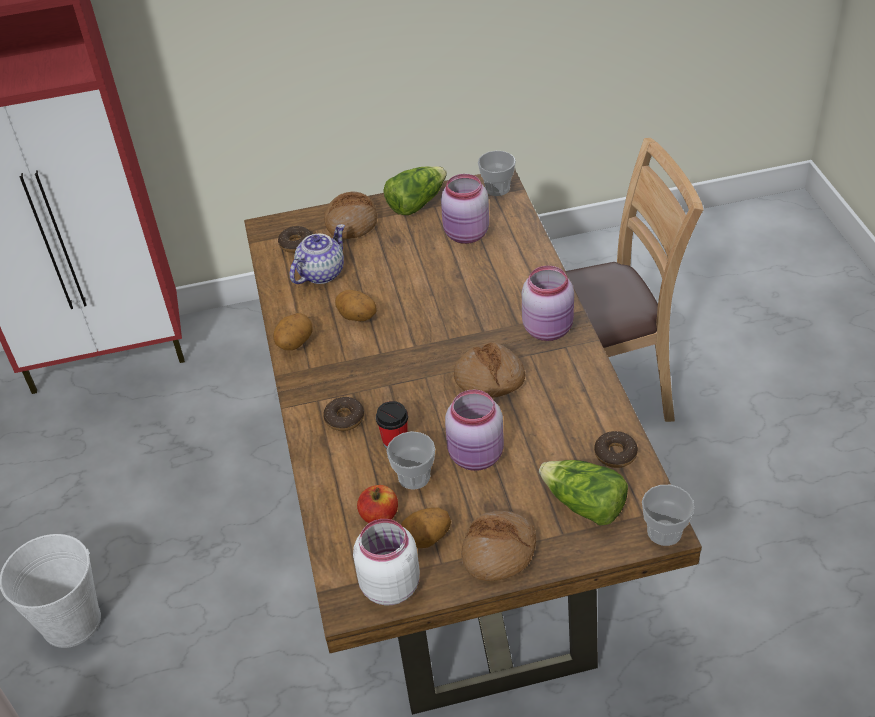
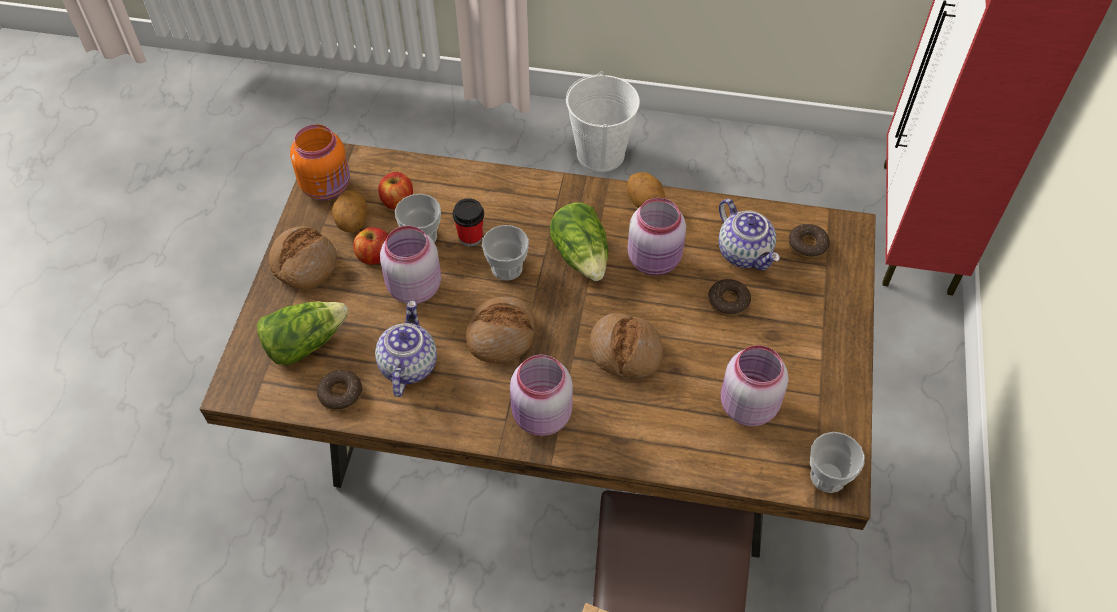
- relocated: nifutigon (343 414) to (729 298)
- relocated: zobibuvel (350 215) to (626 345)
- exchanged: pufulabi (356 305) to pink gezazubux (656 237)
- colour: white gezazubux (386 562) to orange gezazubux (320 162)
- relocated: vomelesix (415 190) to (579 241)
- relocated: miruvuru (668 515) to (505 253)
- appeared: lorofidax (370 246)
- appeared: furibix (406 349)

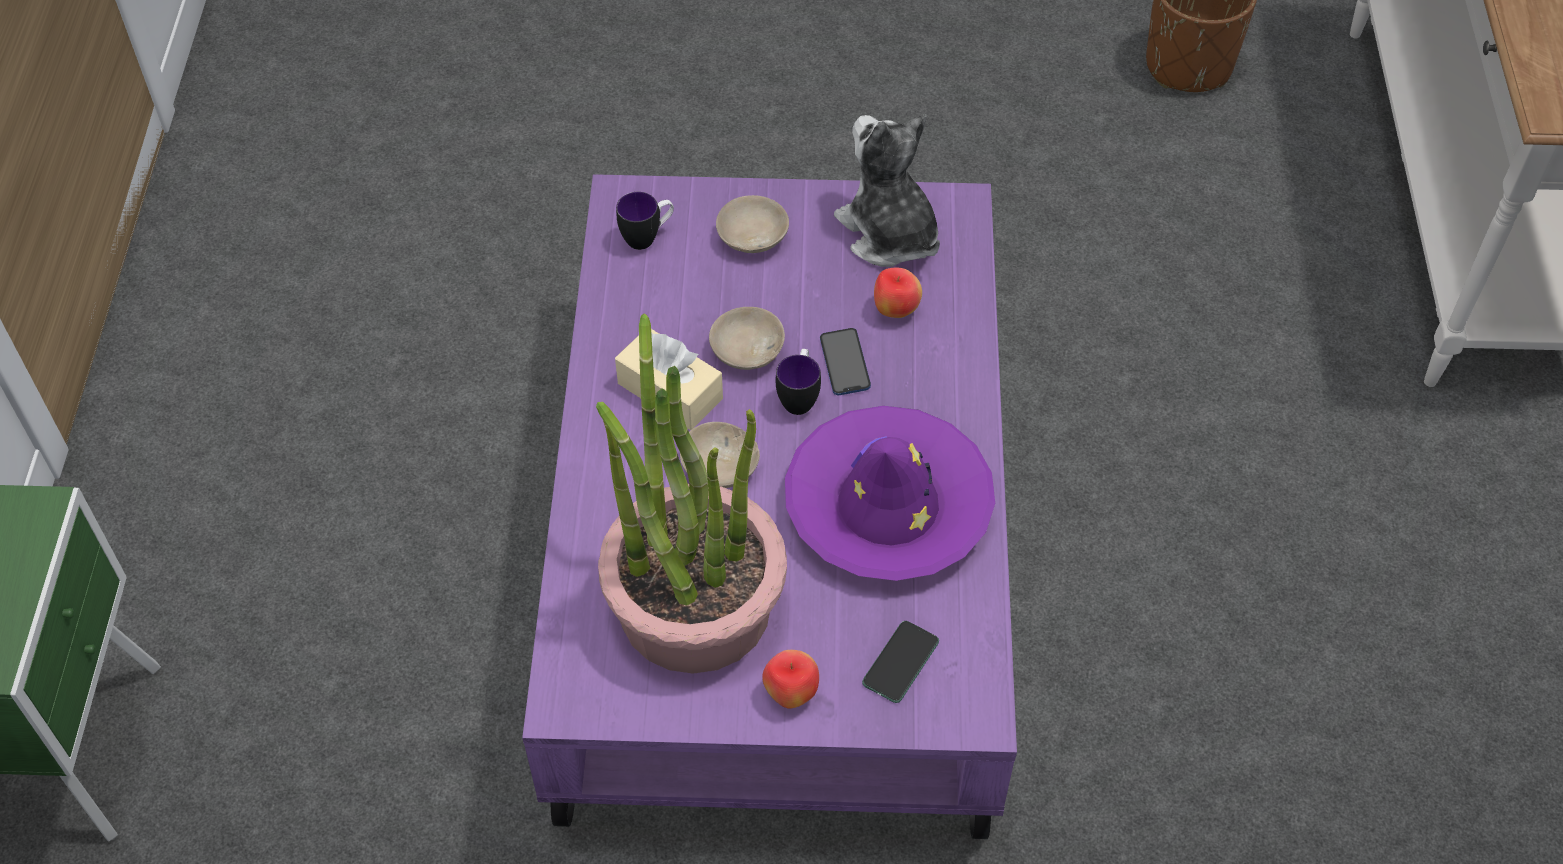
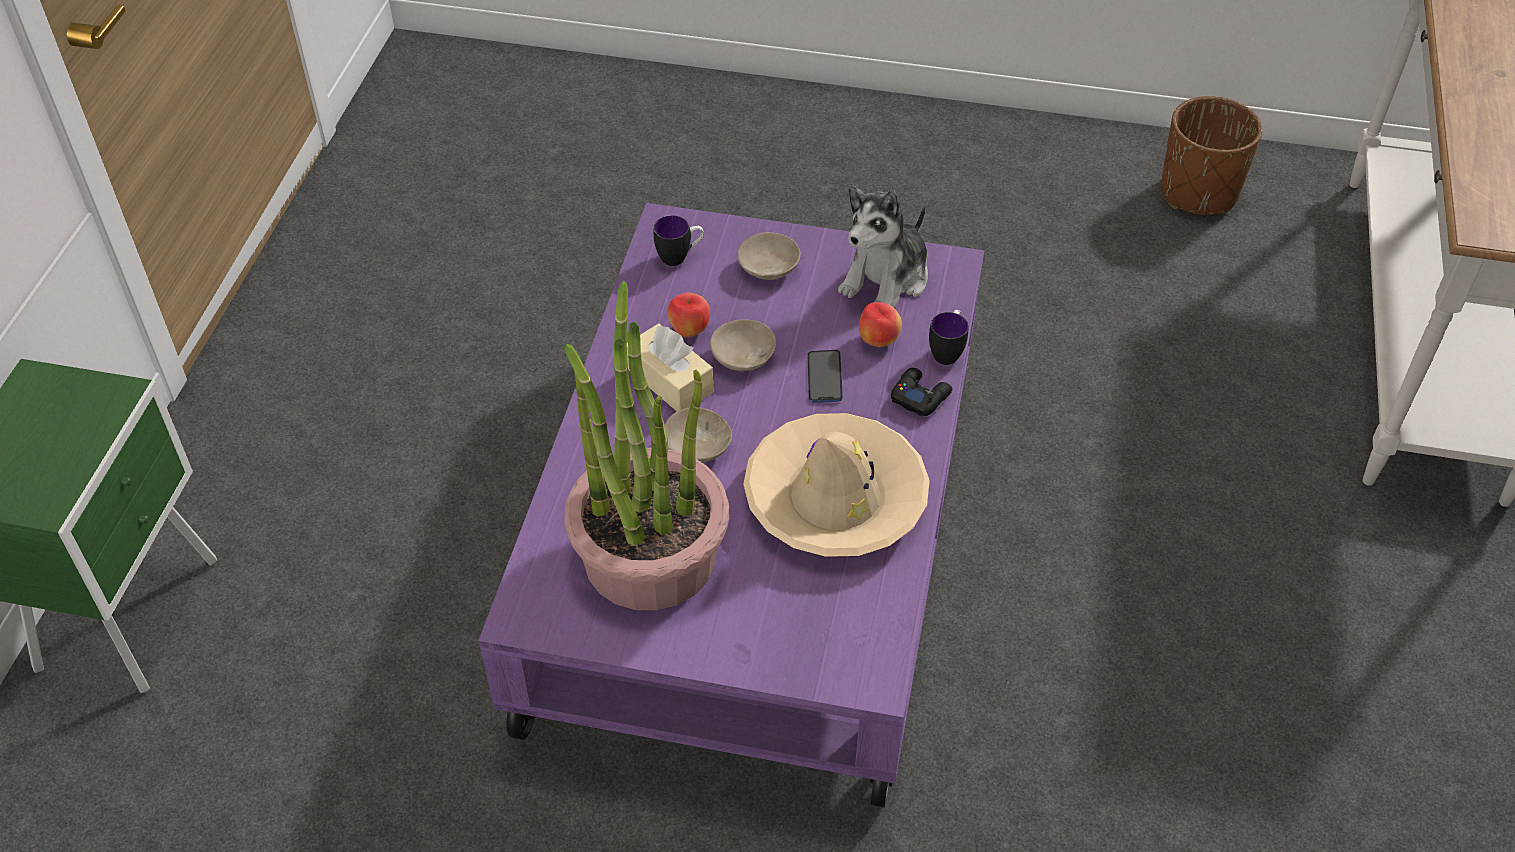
- relocated: lorofidax (790 679) to (689 315)
- relocated: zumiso (798 382) to (949 337)
- colour: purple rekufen (890 493) to beige rekufen (836 485)
- spun: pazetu (887 190) = (883 246) 120 degrees counterclockwise
- missing: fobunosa (900 662)
- appeared: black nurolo (921 392)

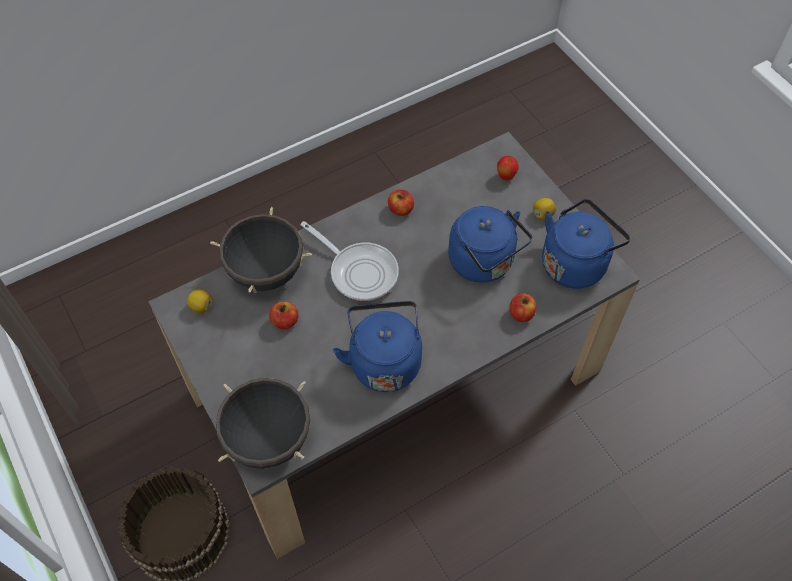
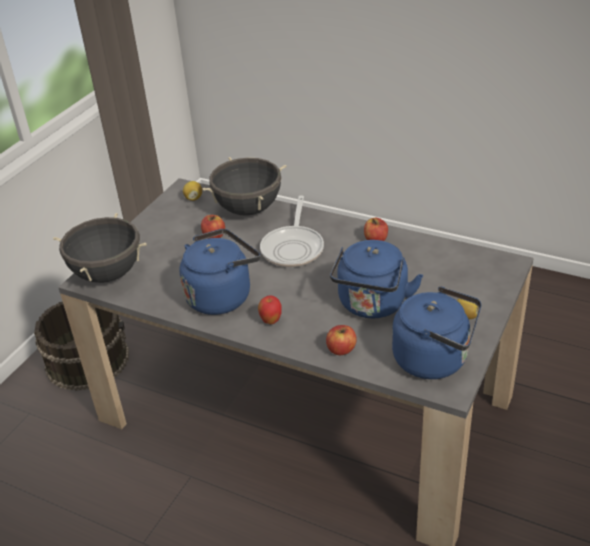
- relocated: lorofidax (508 168) to (270 309)

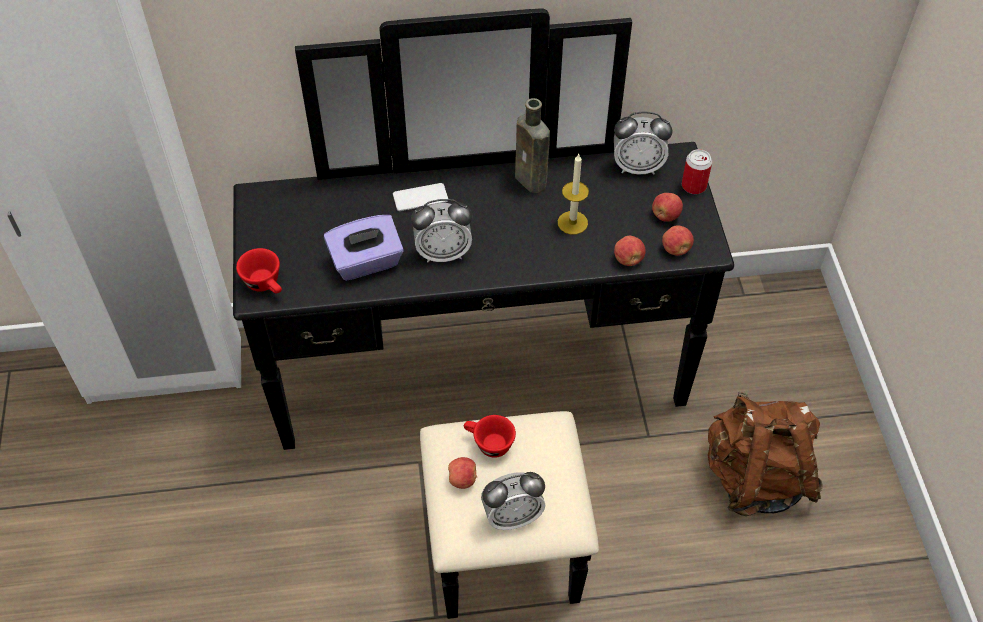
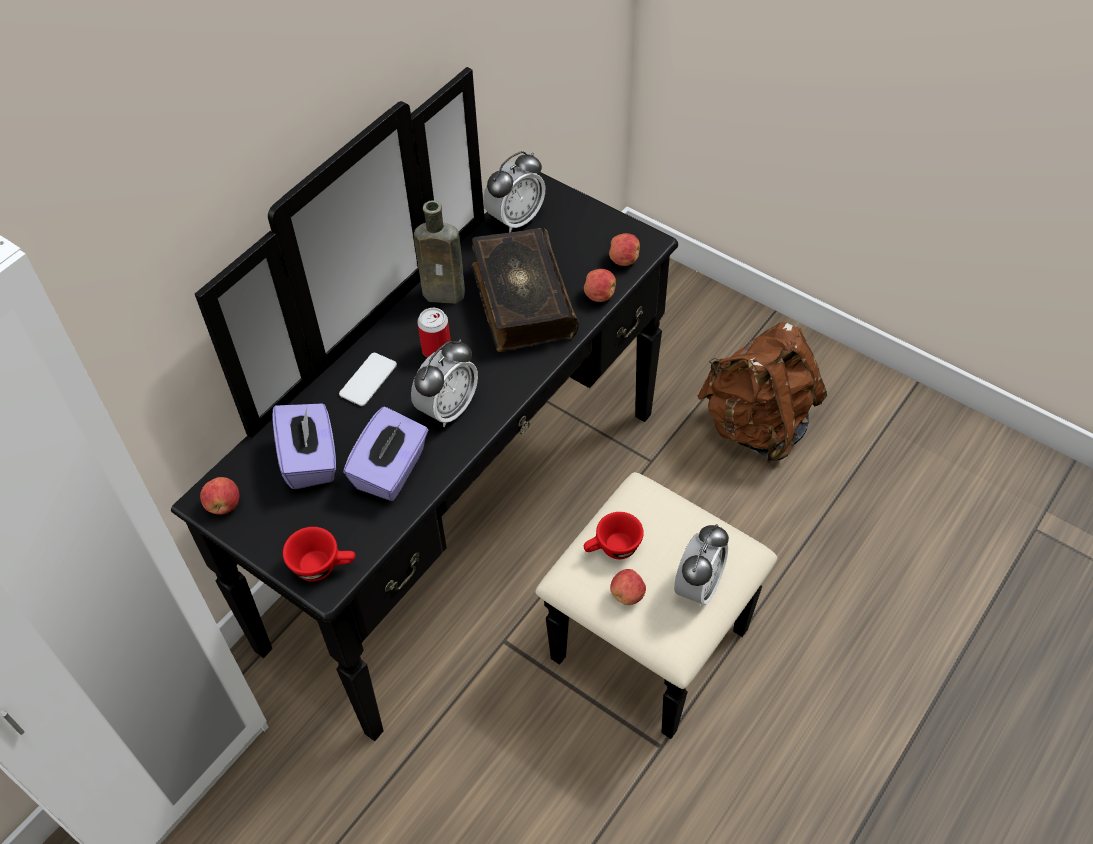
- exchanged: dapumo (573 194) to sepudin (525 290)
- relocated: lorofidax (667 207) to (219 496)
- relocated: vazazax (697 171) to (434 333)
- appeared: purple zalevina (304 446)

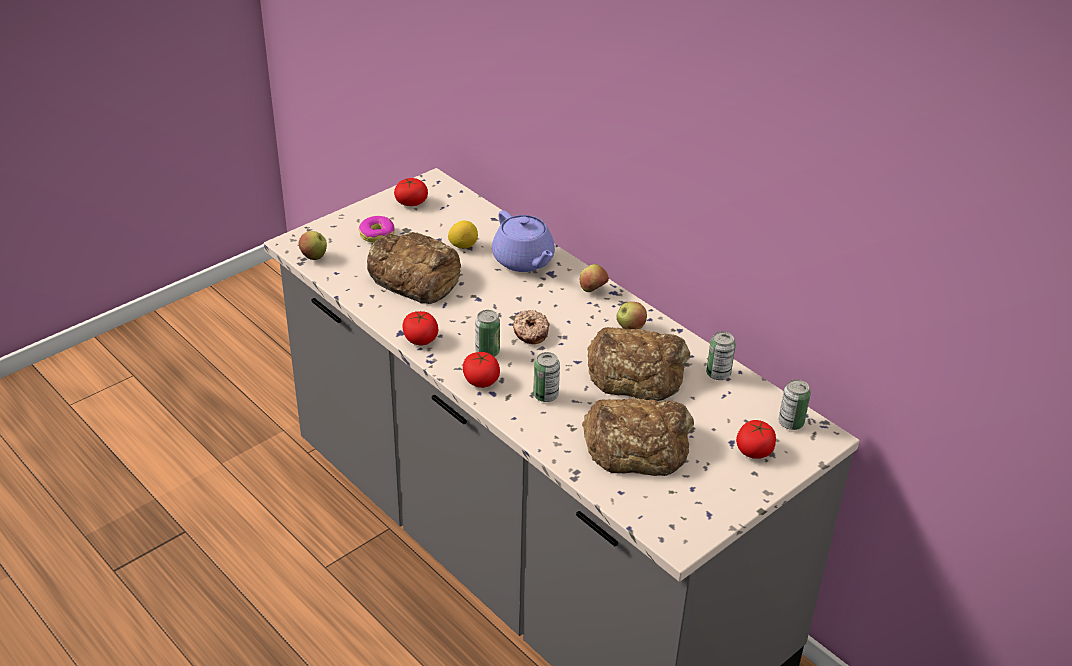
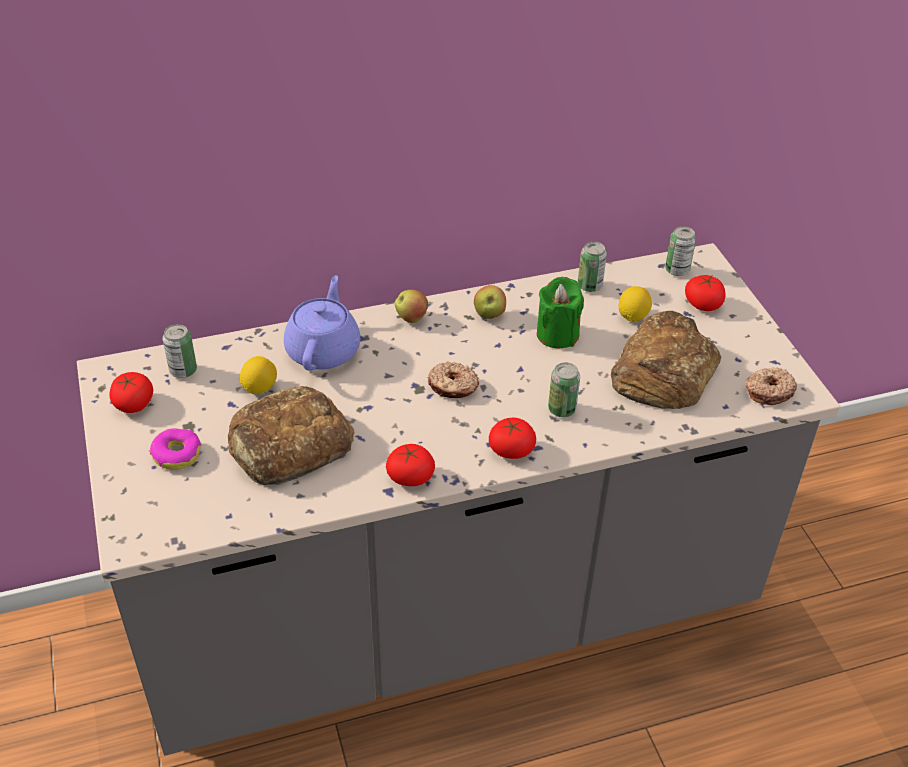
- missing: lorofidax (313 245)
- relocated: vazazax (487 333) to (179 351)
- spun: purple furibix (523 241) = (322 323) 75 degrees counterclockwise
- exchanged: zobibuvel (639 364) to green dapumo (560 312)
- appeared: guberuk (635 304)
- appeared: nifutigon (771 386)

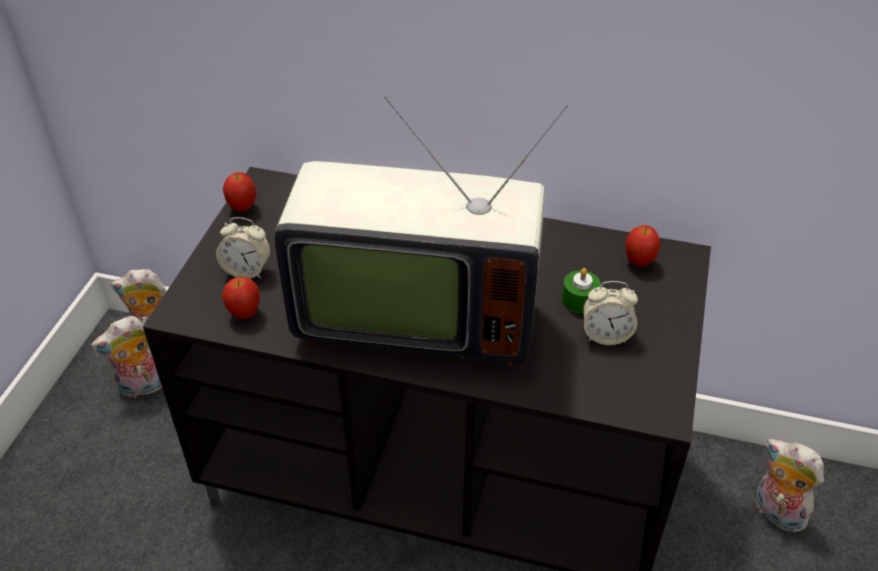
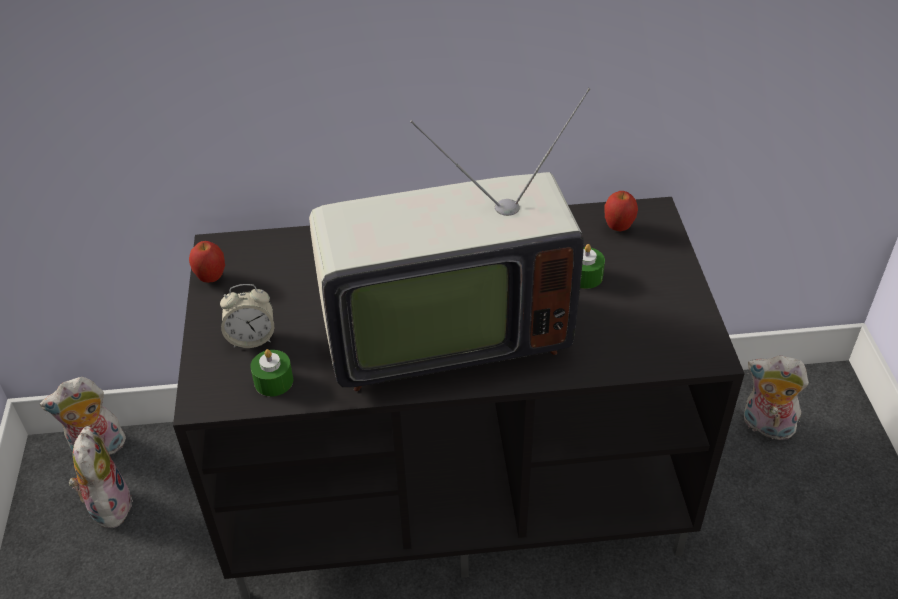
- spun: pazetu (126 357) = (101 477) 120 degrees clockwise
- exchanged: lorofidax (241 298) to green dapumo (271 372)
- missing: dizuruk (610 313)

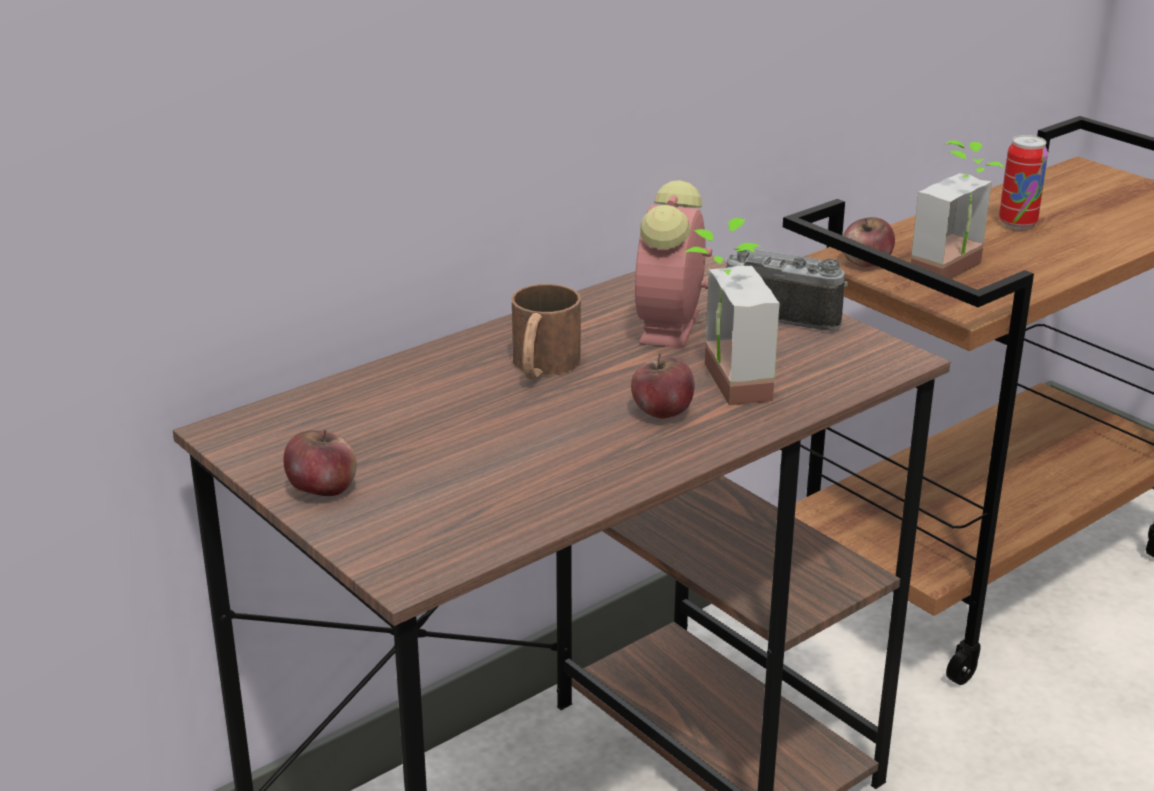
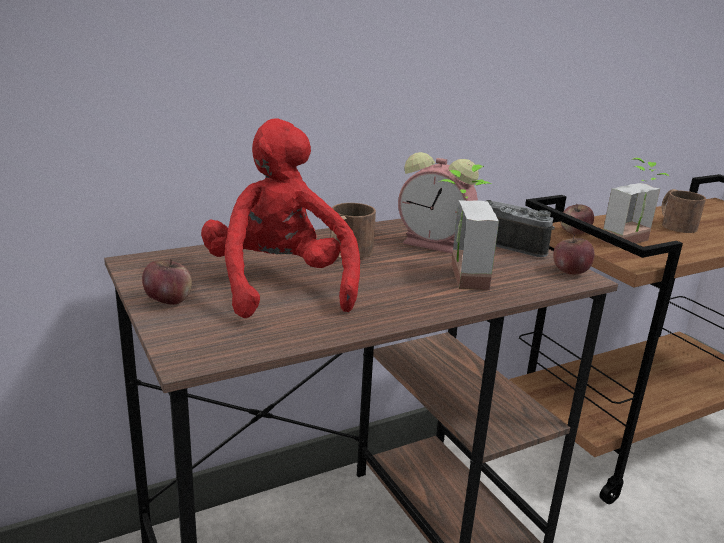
- relocated: lorofidax (663 386) to (574 254)
- spun: dizuruk (673 264) = (438 203) 90 degrees counterclockwise
- exchanged: vazazax (1023 182) to brown zumiso (684 211)
- appeared: red pazetu (280 218)

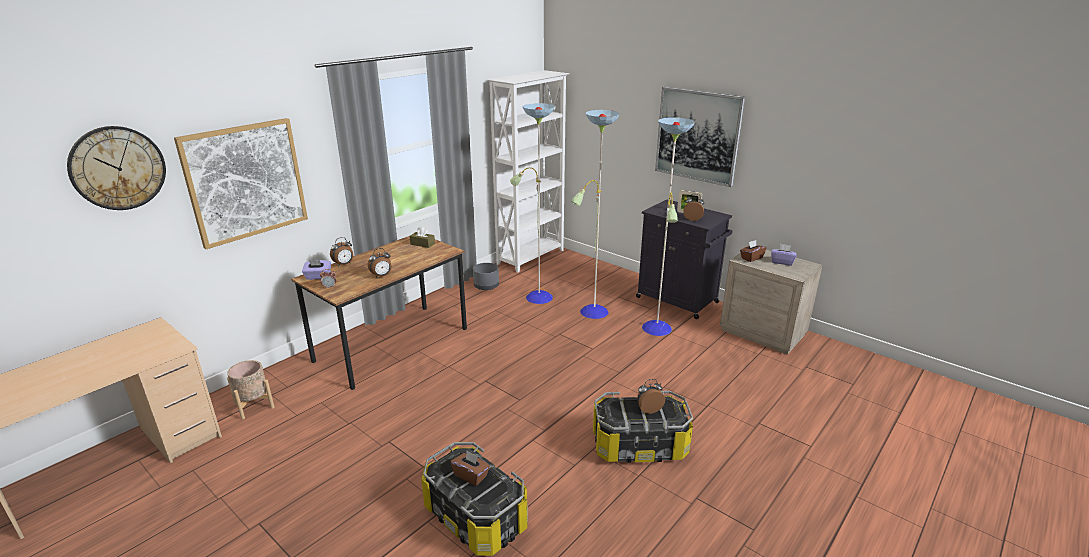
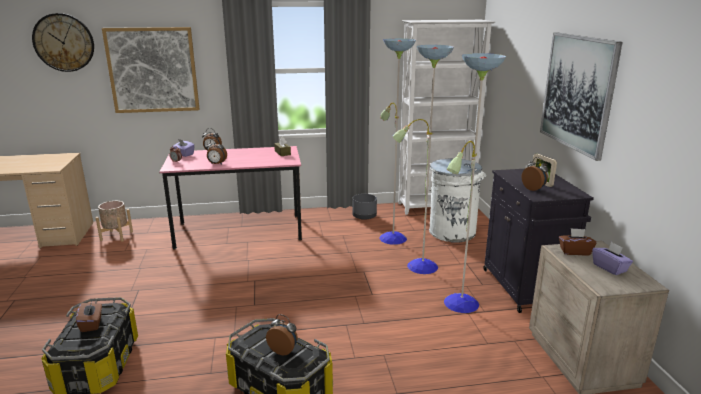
- colour: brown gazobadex (379 313) to pink gazobadex (231 198)
- appeared: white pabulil (457 201)

